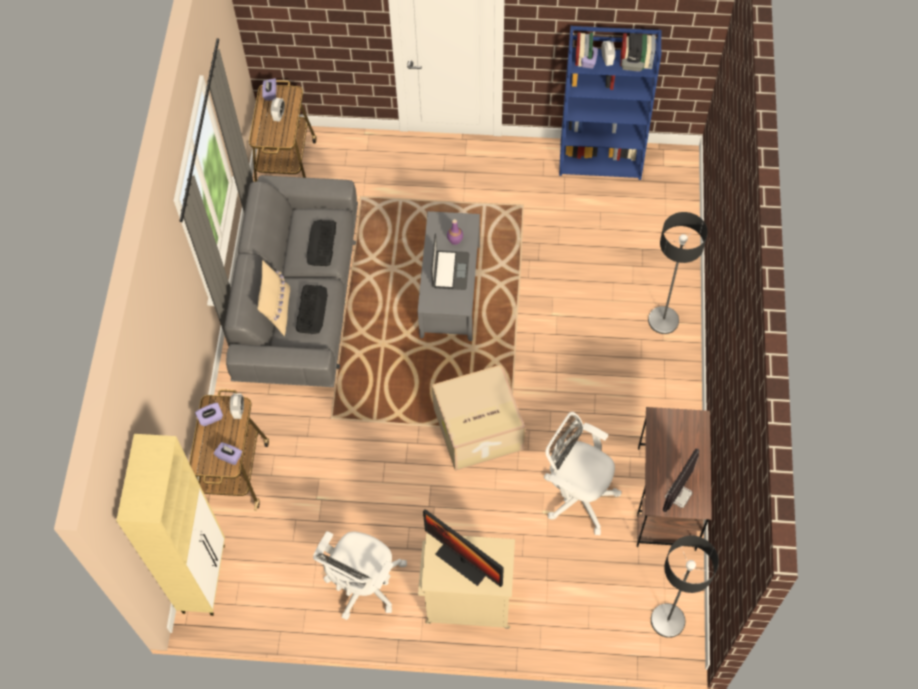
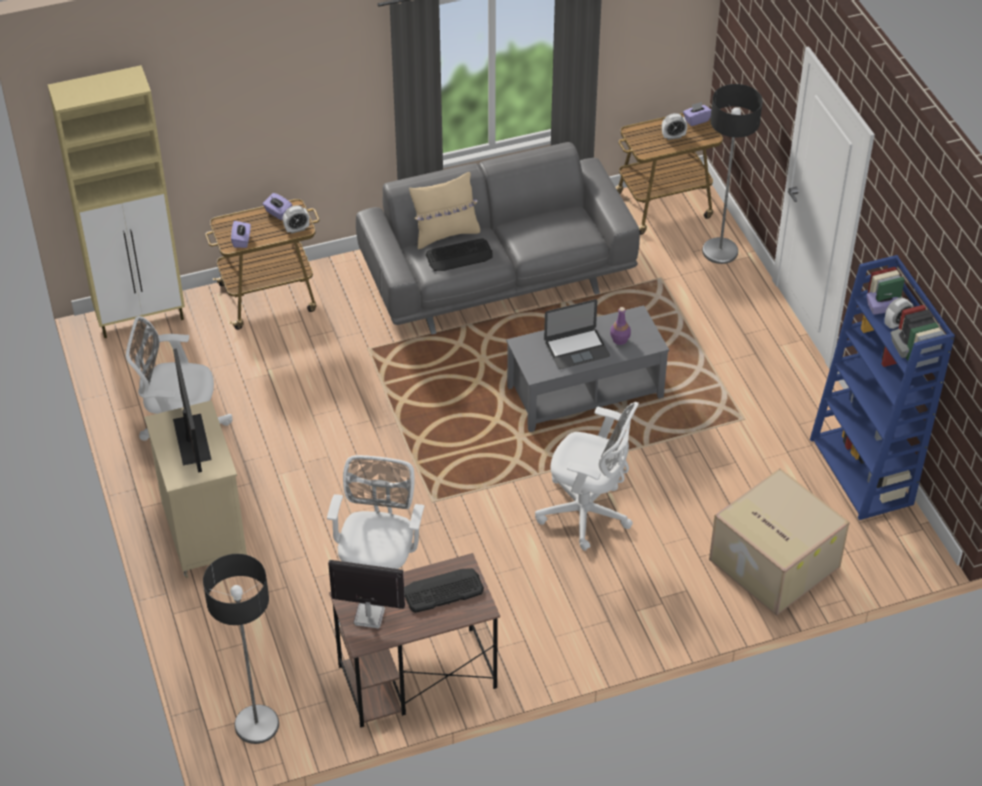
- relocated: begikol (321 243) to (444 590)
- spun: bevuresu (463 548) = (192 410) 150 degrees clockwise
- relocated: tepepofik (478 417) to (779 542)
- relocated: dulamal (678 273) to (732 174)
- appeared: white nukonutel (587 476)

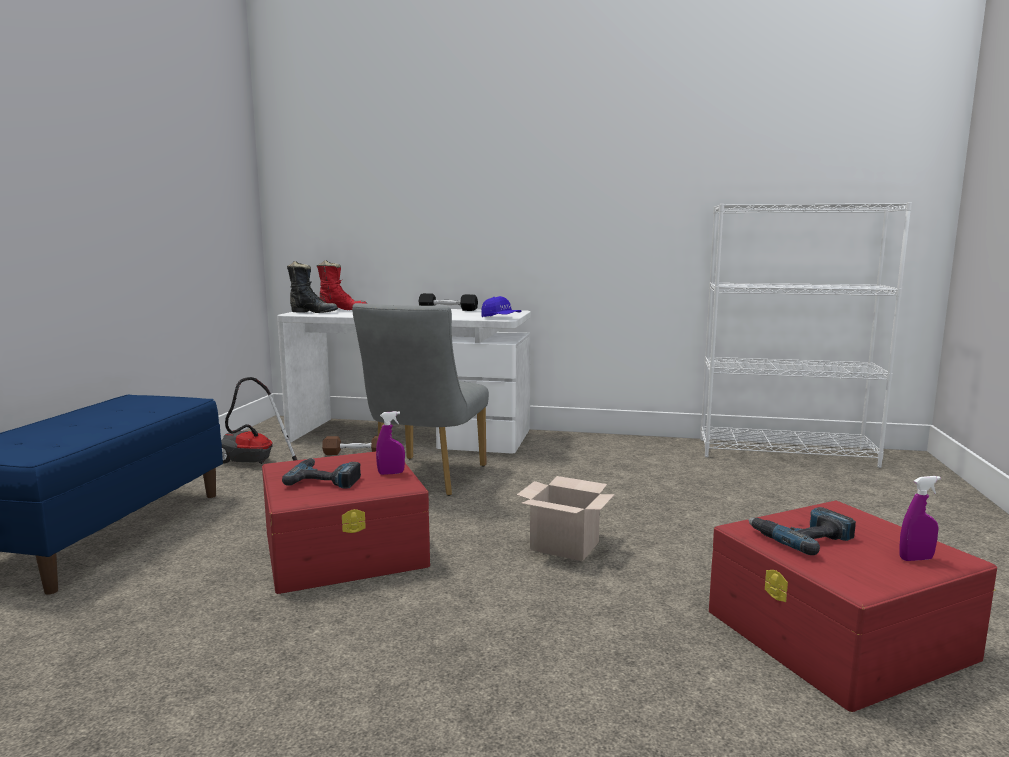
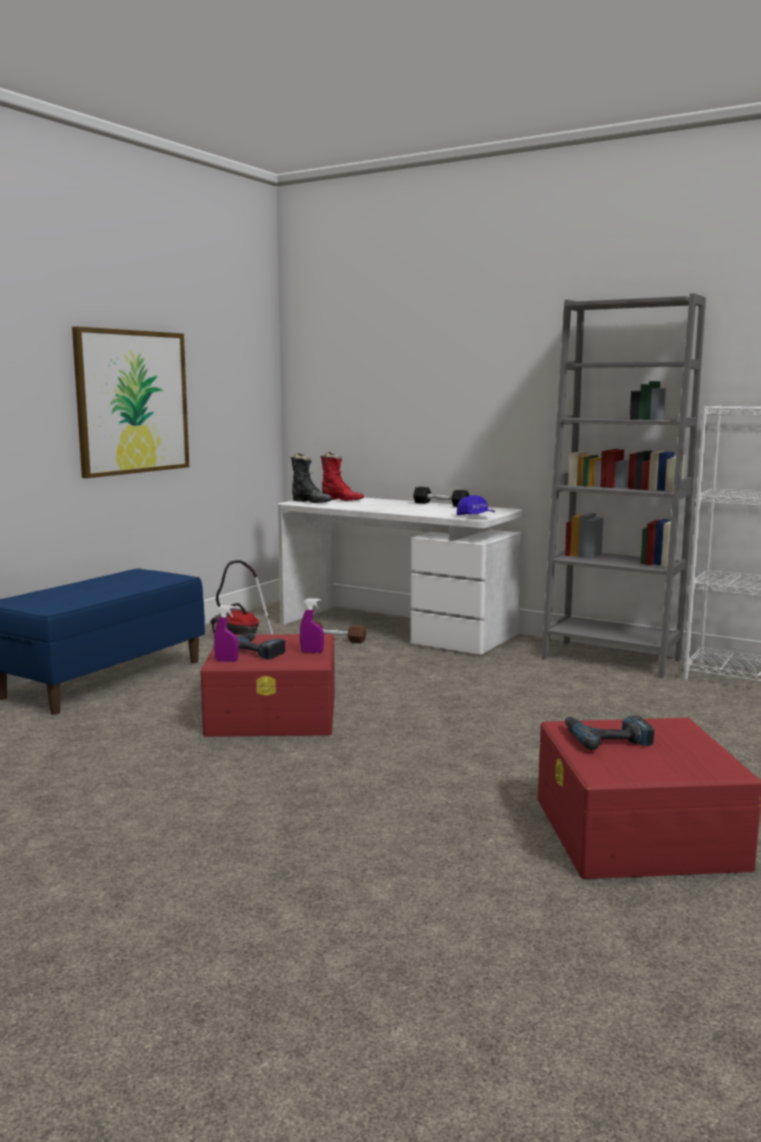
- missing: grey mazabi (420 399)
- missing: tepepofik (566 518)
- relocated: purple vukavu (920 518) to (226 633)
- appeared: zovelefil (130 402)
- appeared: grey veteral (624 485)

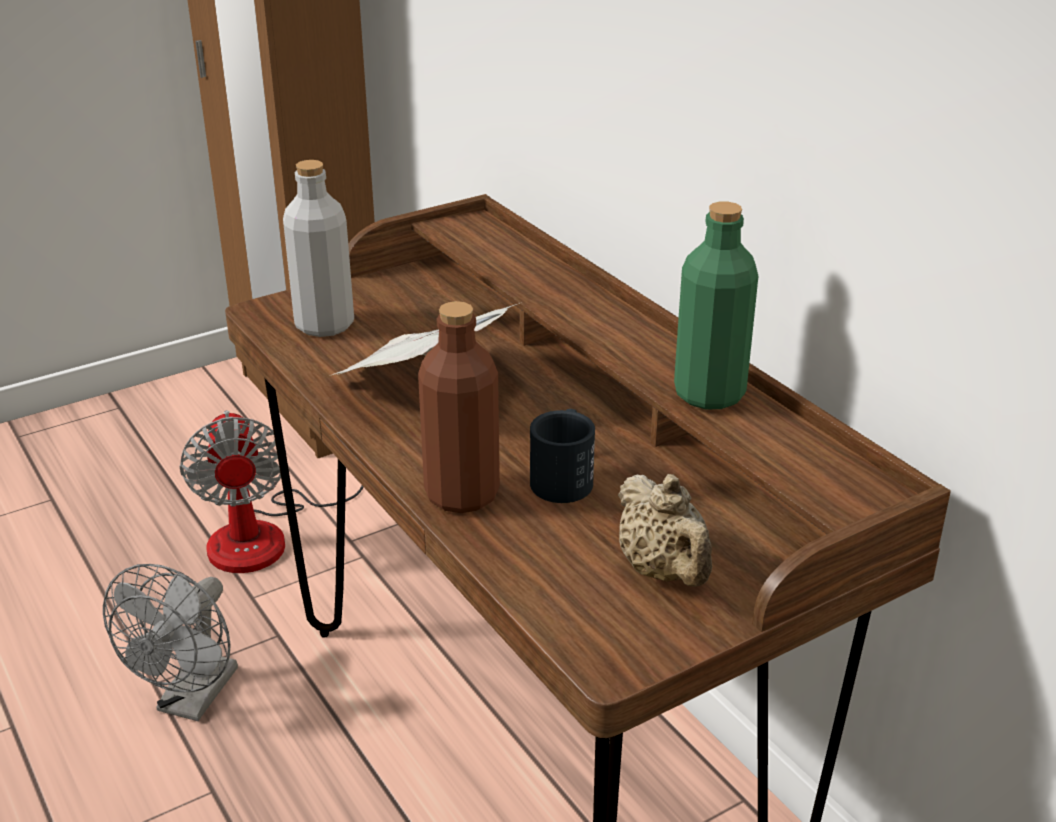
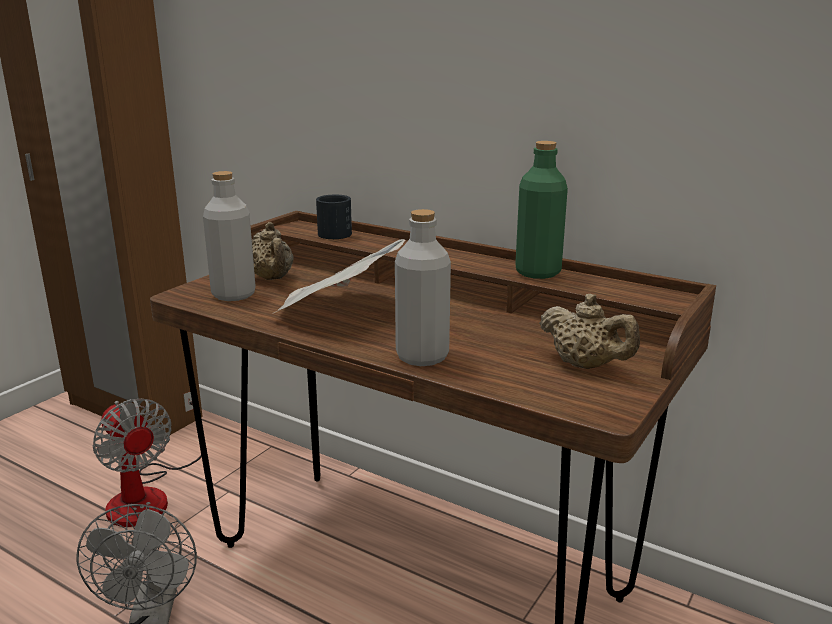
- colour: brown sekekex (459 407) to grey sekekex (423 287)
- relocated: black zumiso (562 456) to (334 217)
- appeared: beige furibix (273 251)

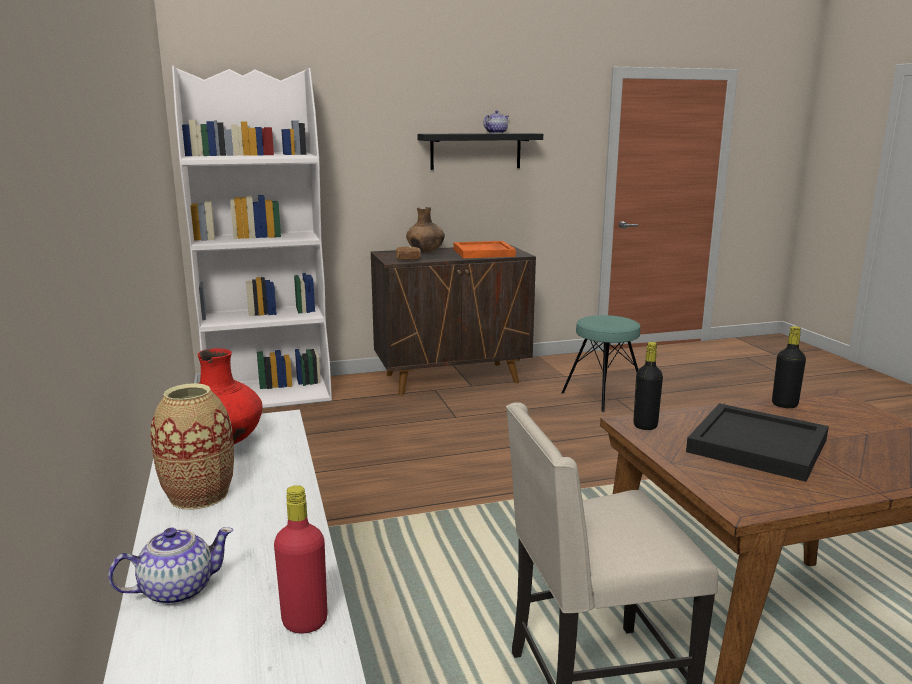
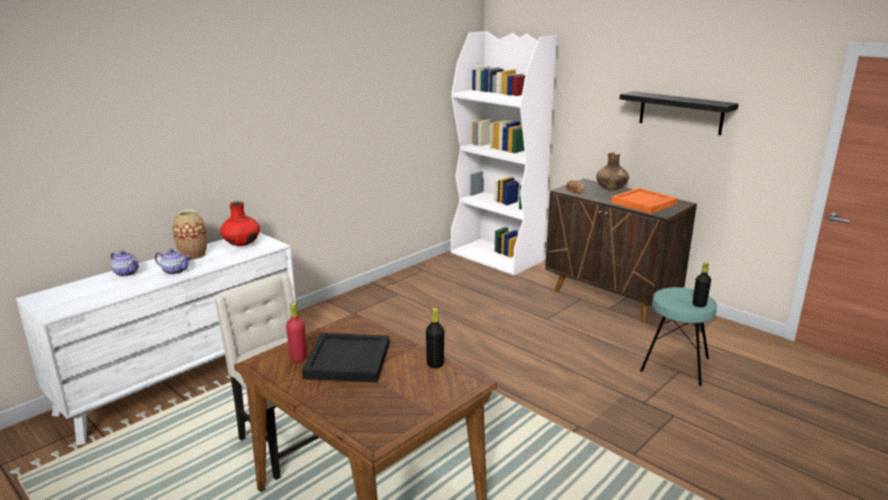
- relocated: red sekekex (301 559) to (296 332)
- relocated: furibix (496 121) to (173 262)
- relocated: black sekekex (648 386) to (702 284)

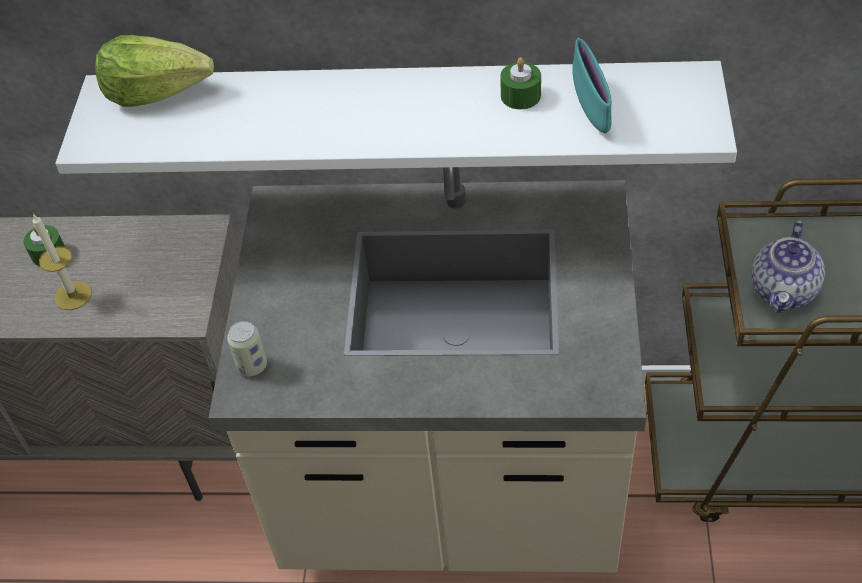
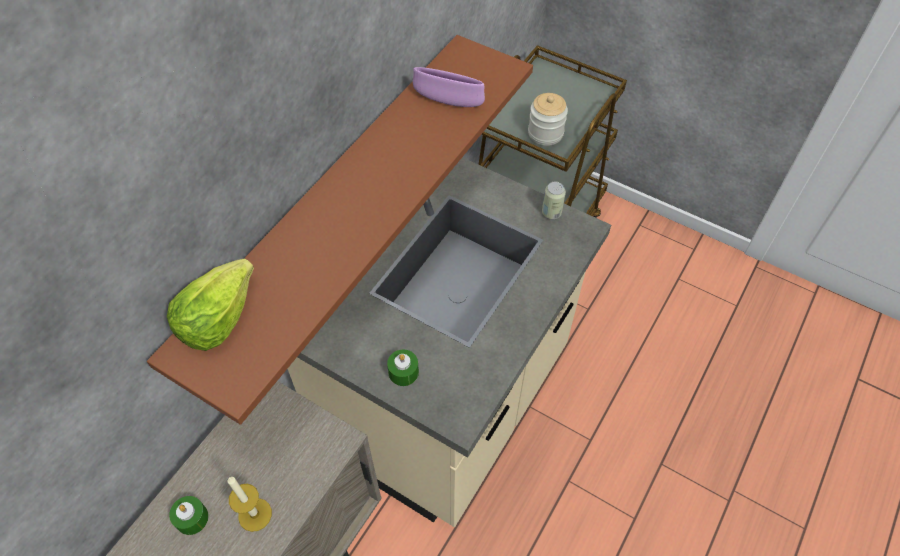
- colour: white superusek (396 117) to brown superusek (340 230)
- relocated: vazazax (247 348) to (554 200)
- relocated: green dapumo (520 83) to (403 368)
- colour: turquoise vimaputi (592 85) to purple vimaputi (449 87)
- exchanged: furibix (788 266) to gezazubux (548 119)

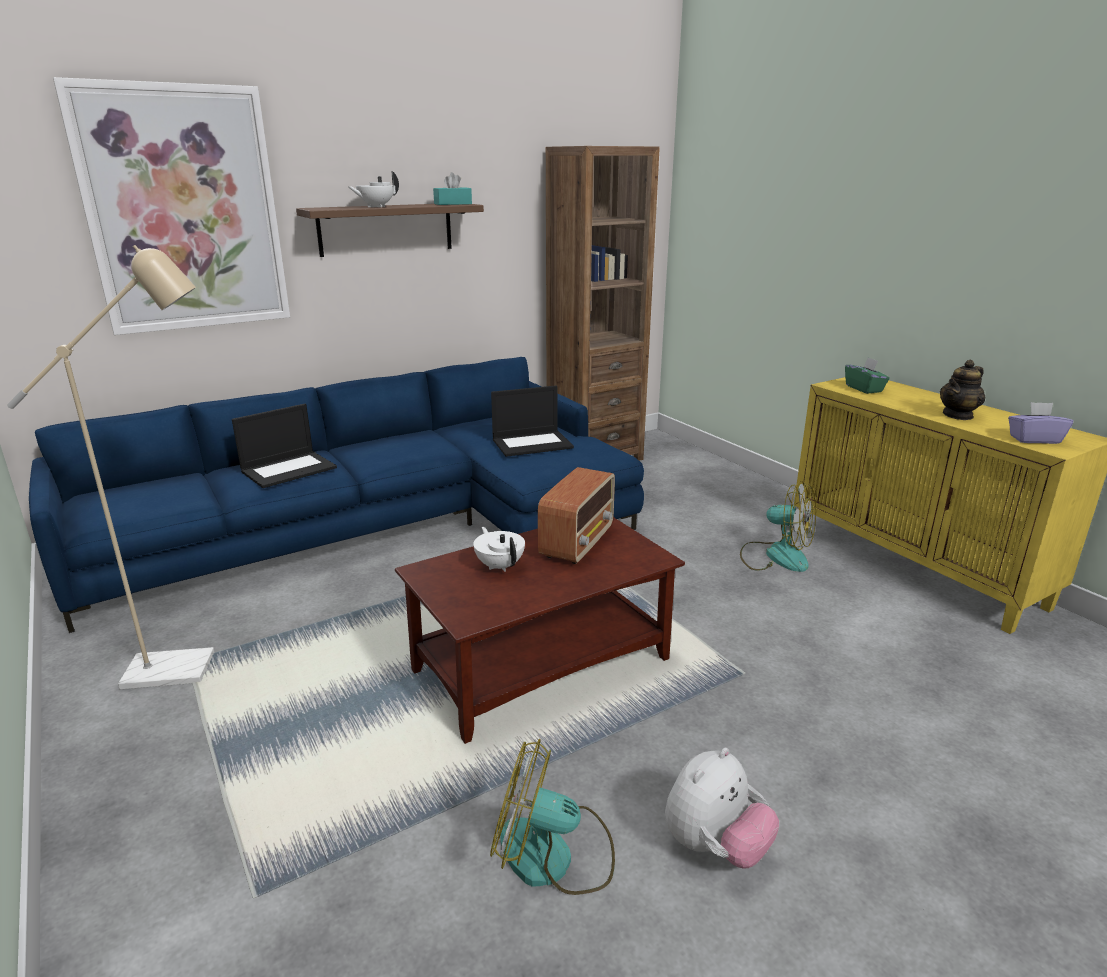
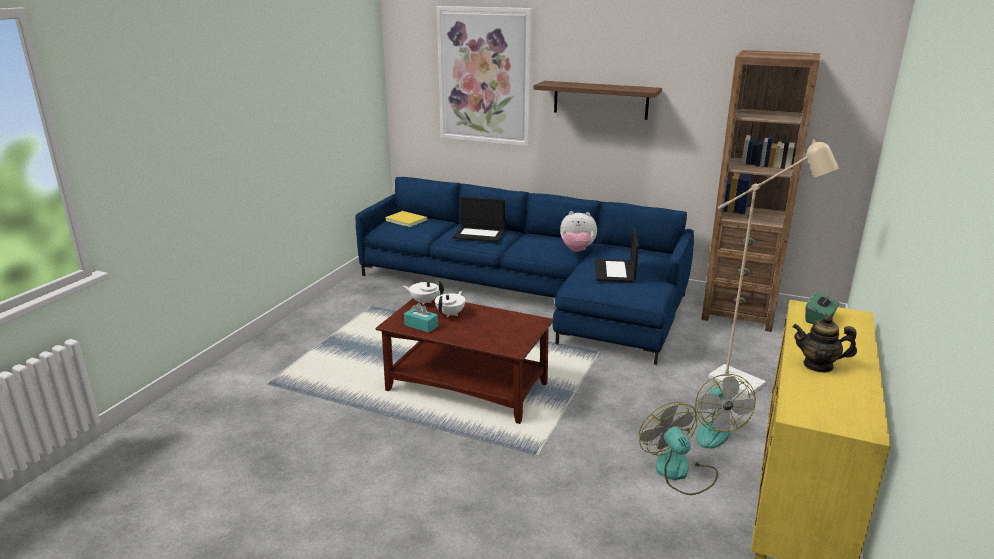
- relocated: beige dulamal (111 467) to (773 267)
- relocated: white furibix (373 189) to (423 292)
- relocated: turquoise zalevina (452 188) to (421 318)
- relocated: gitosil (552 817) to (678 448)
- spun: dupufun (532 421) = (617 255) 60 degrees clockwise
- missing: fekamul (576 515)
- relocated: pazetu (722 808) to (578 231)
- missing: purple zalevina (1040 423)
- appeared: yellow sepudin (406 219)

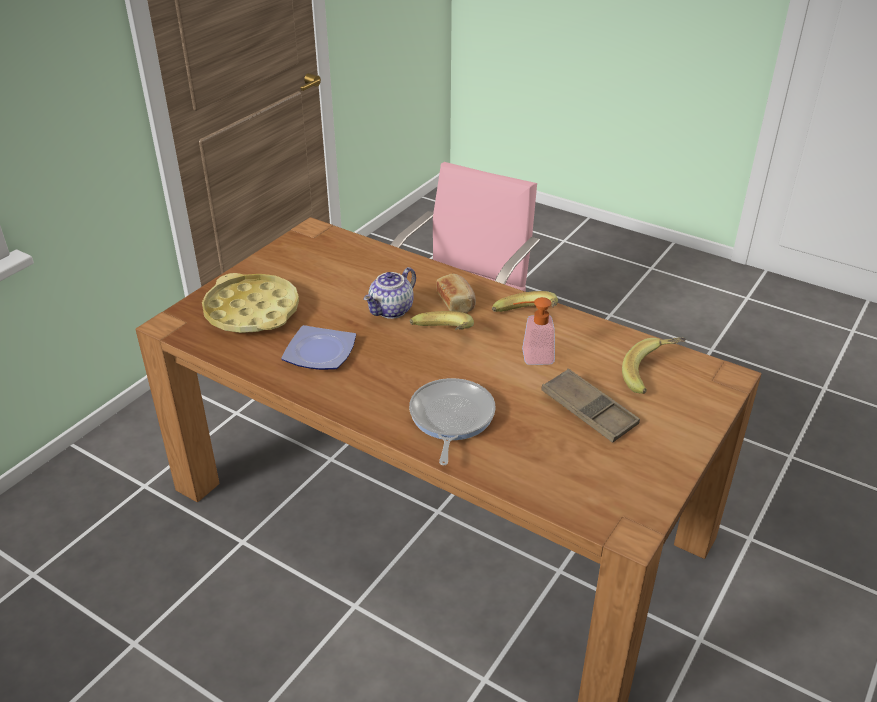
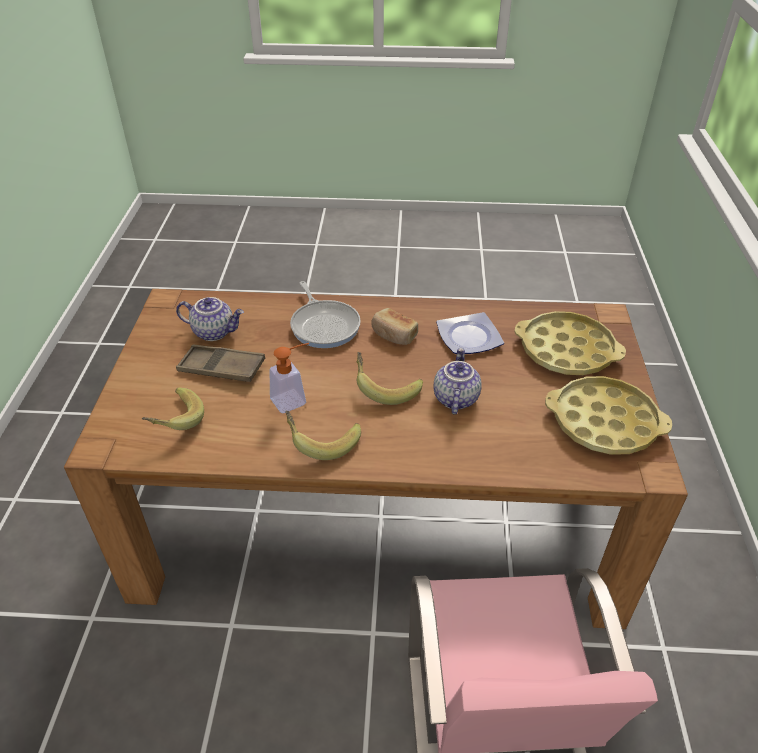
- relocated: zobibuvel (456 293) to (394 326)
- appeared: furibix (210 319)
- appeared: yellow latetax (608 415)

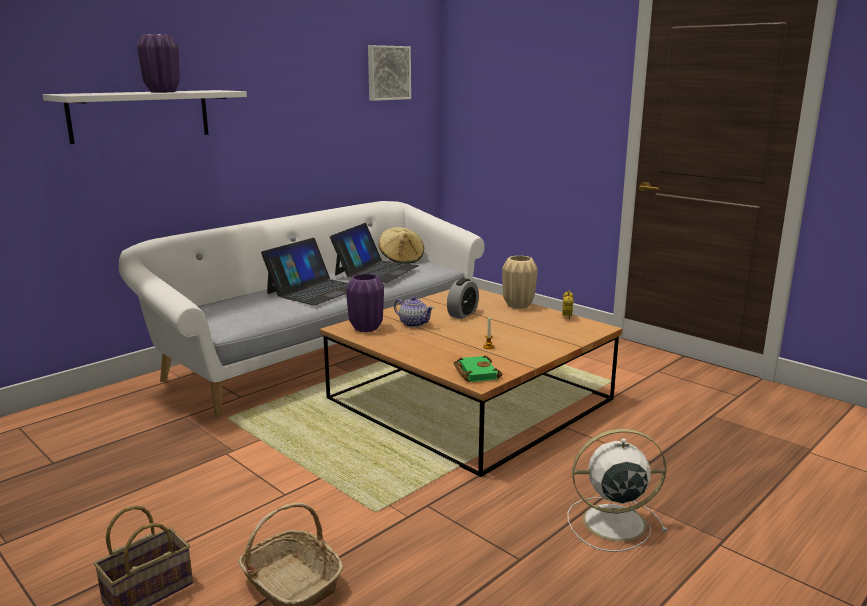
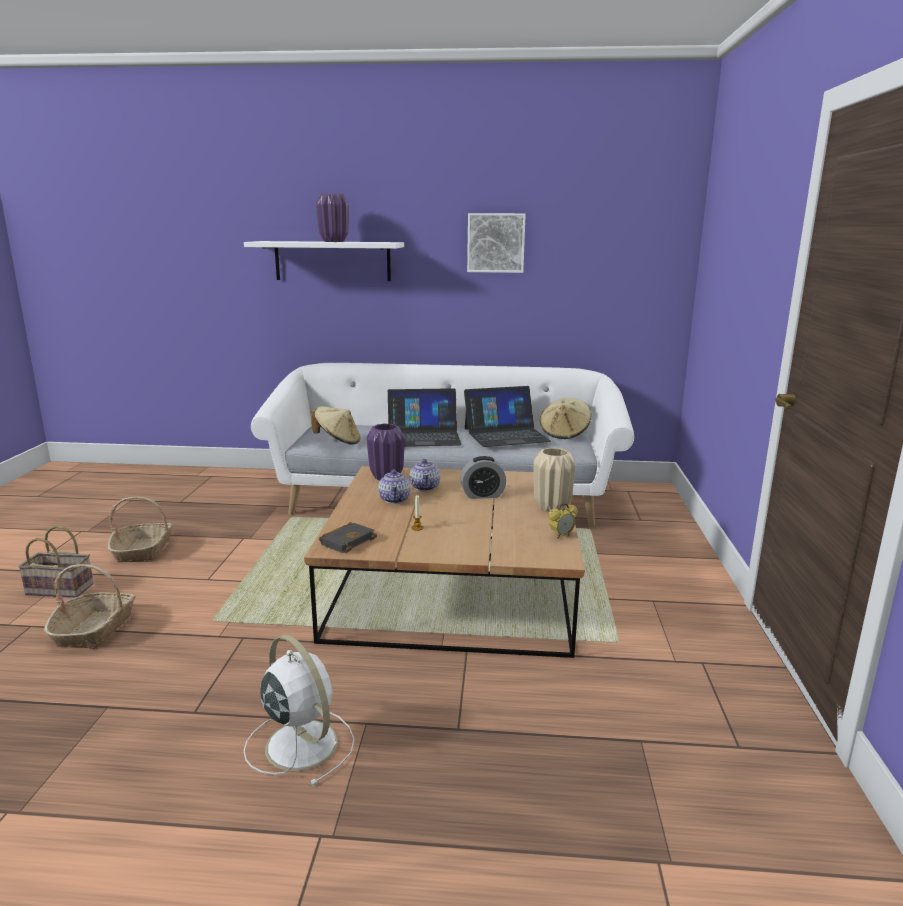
- relocated: zovelefil (389 73) to (496 243)
- colour: green sepudin (478 368) to black sepudin (348 537)
- appeared: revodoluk (140 529)
- appeared: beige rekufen (335 425)
- appeared: furibix (394 486)

